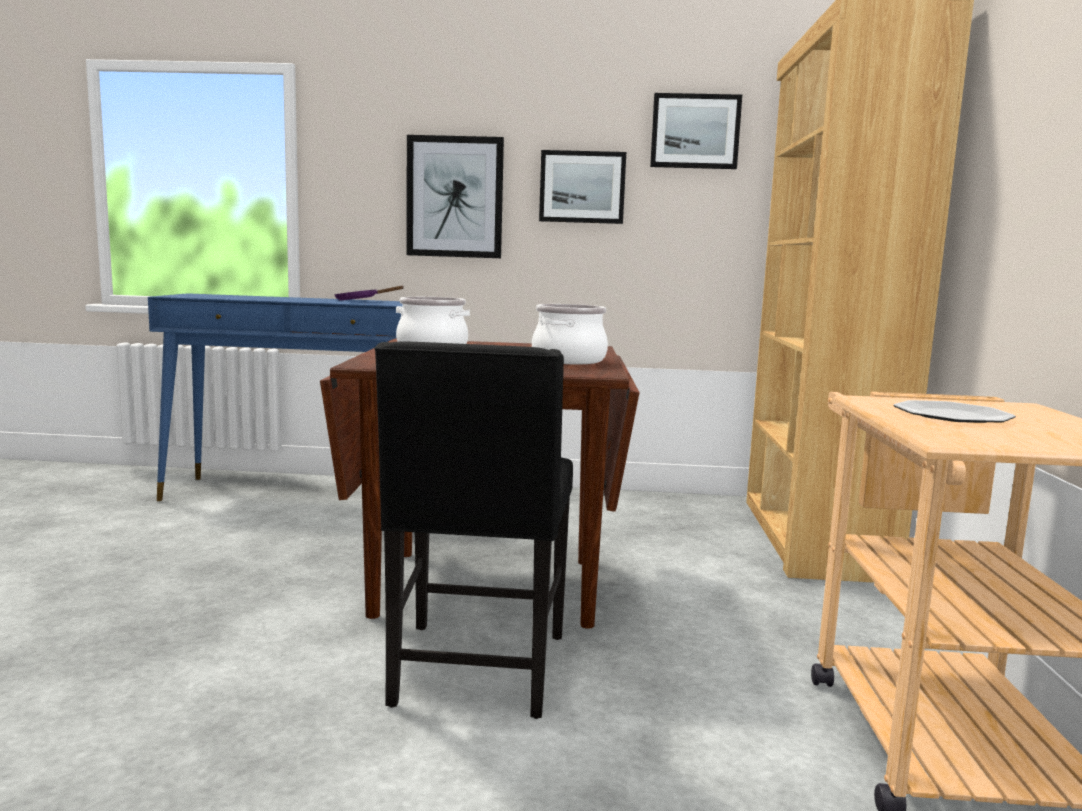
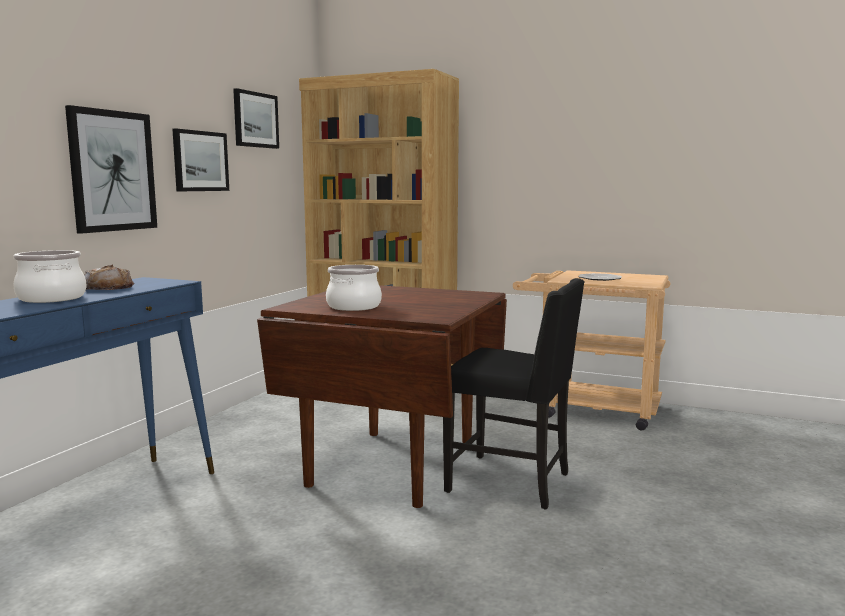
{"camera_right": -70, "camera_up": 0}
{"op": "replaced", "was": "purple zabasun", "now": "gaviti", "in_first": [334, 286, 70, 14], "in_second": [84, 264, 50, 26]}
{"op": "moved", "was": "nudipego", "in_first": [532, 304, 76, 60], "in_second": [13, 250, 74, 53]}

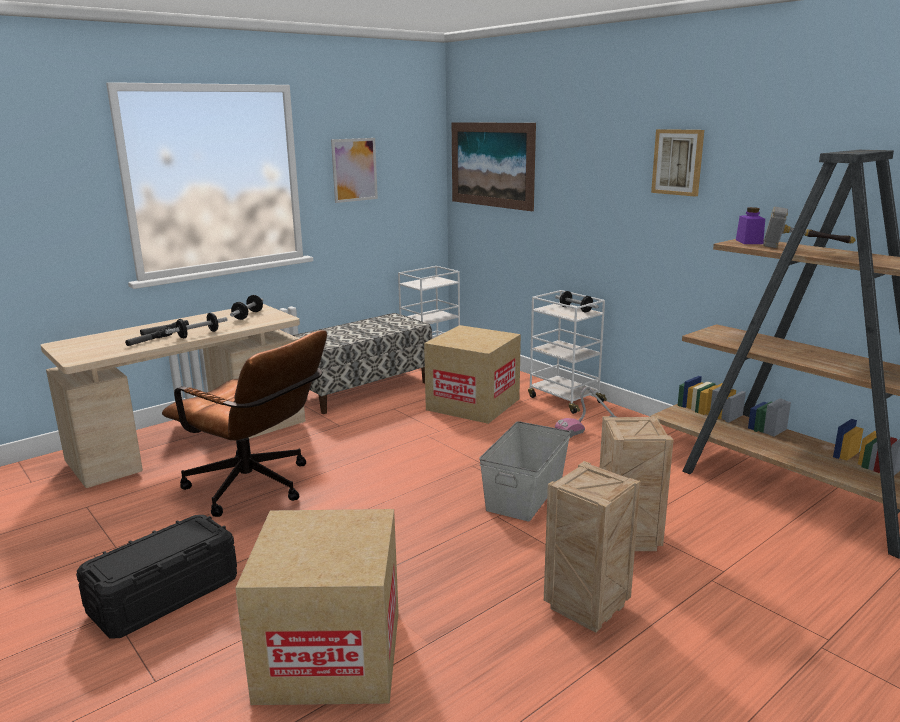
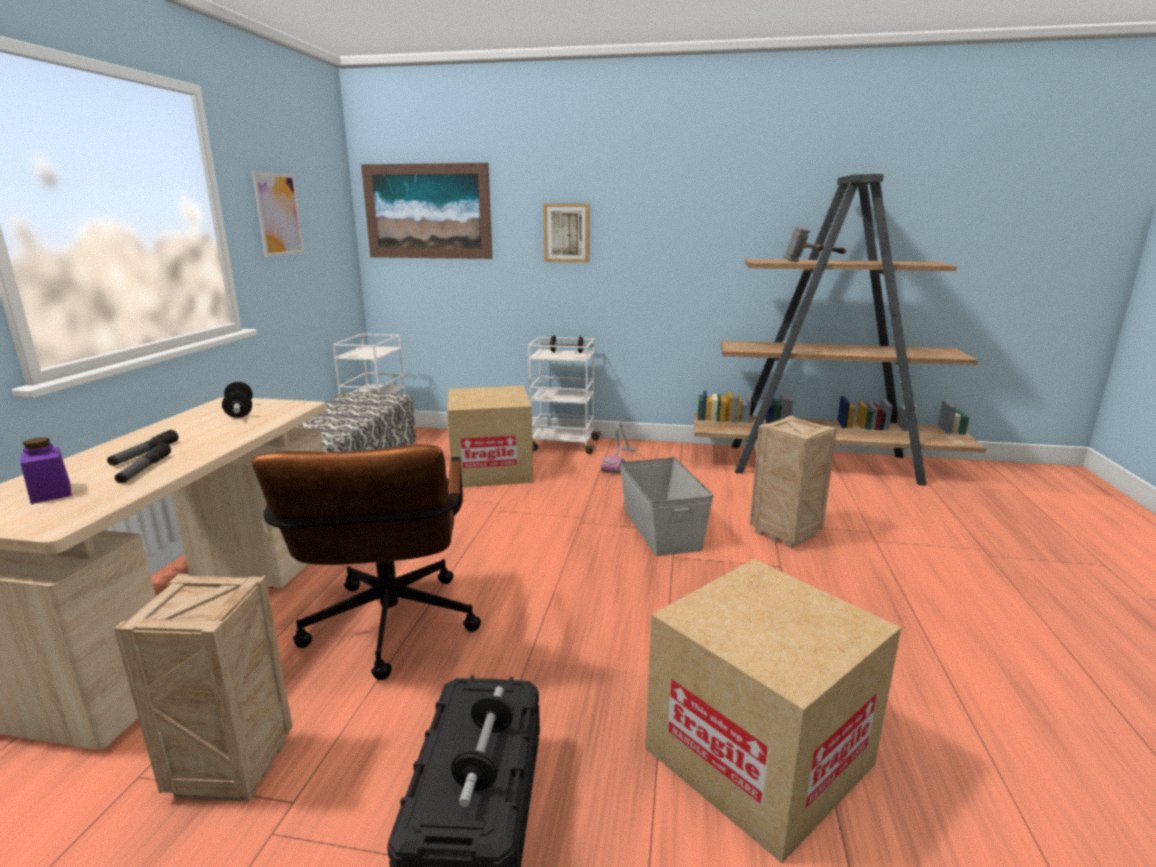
{"camera_right": -40, "camera_up": 0}
{"op": "turned", "was": "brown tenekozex", "in_first": [162, 330, 165, 187], "in_second": [252, 444, 229, 236], "clockwise": 90}
{"op": "moved", "was": "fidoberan", "in_first": [165, 313, 63, 25], "in_second": [451, 686, 62, 121]}
{"op": "moved", "was": "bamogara", "in_first": [544, 461, 97, 172], "in_second": [114, 574, 179, 228]}
{"op": "moved", "was": "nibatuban", "in_first": [651, 129, 53, 68], "in_second": [543, 204, 47, 58]}
{"op": "moved", "was": "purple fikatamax", "in_first": [736, 207, 29, 37], "in_second": [21, 437, 51, 67]}

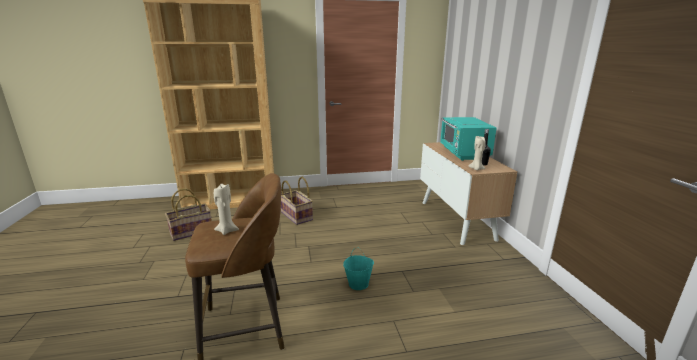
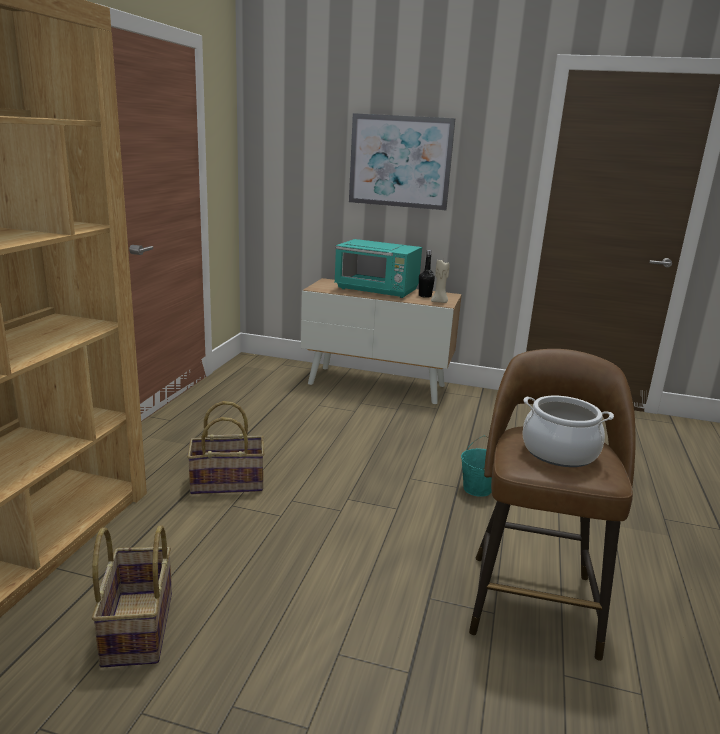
{"camera_right": -65, "camera_up": 0}
{"op": "replaced", "was": "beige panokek", "now": "nudipego", "in_first": [214, 183, 25, 52], "in_second": [522, 396, 92, 71]}
{"op": "added", "now": "nibatuban", "in_second": [349, 113, 106, 97]}

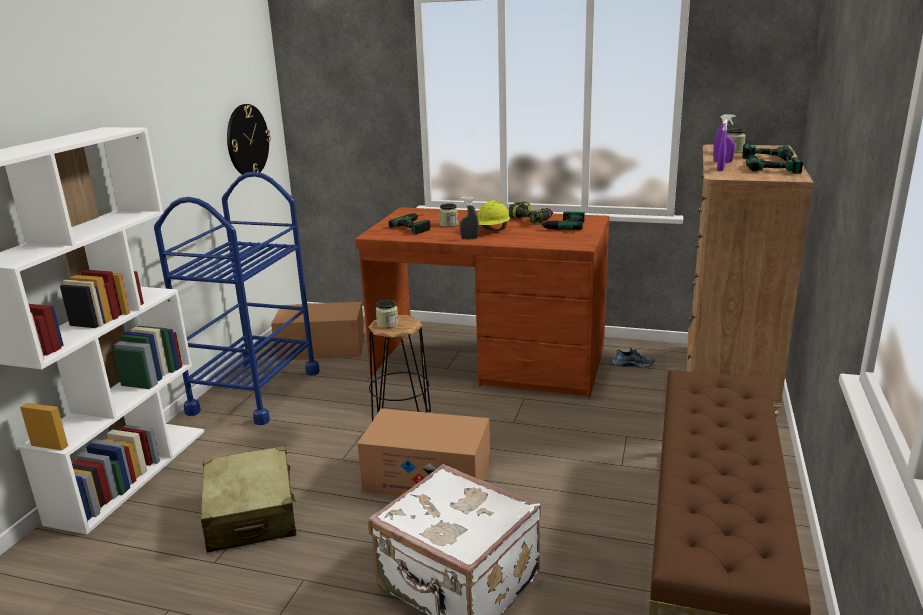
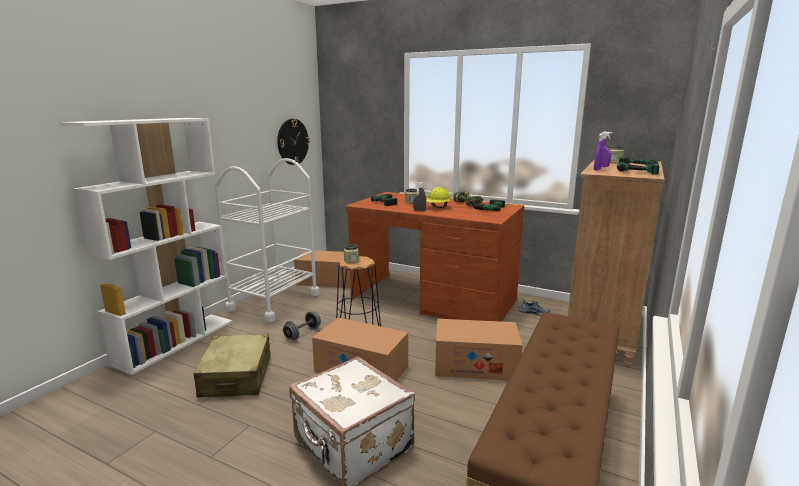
{"camera_right": 10, "camera_up": -5}
{"op": "recoloured", "was": "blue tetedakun", "now": "white tetedakun", "in_first": [154, 172, 166, 253], "in_second": [214, 158, 106, 164]}
{"op": "added", "now": "grey fidoberan", "in_second": [283, 312, 38, 28]}
{"op": "added", "now": "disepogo", "in_second": [435, 319, 88, 61]}

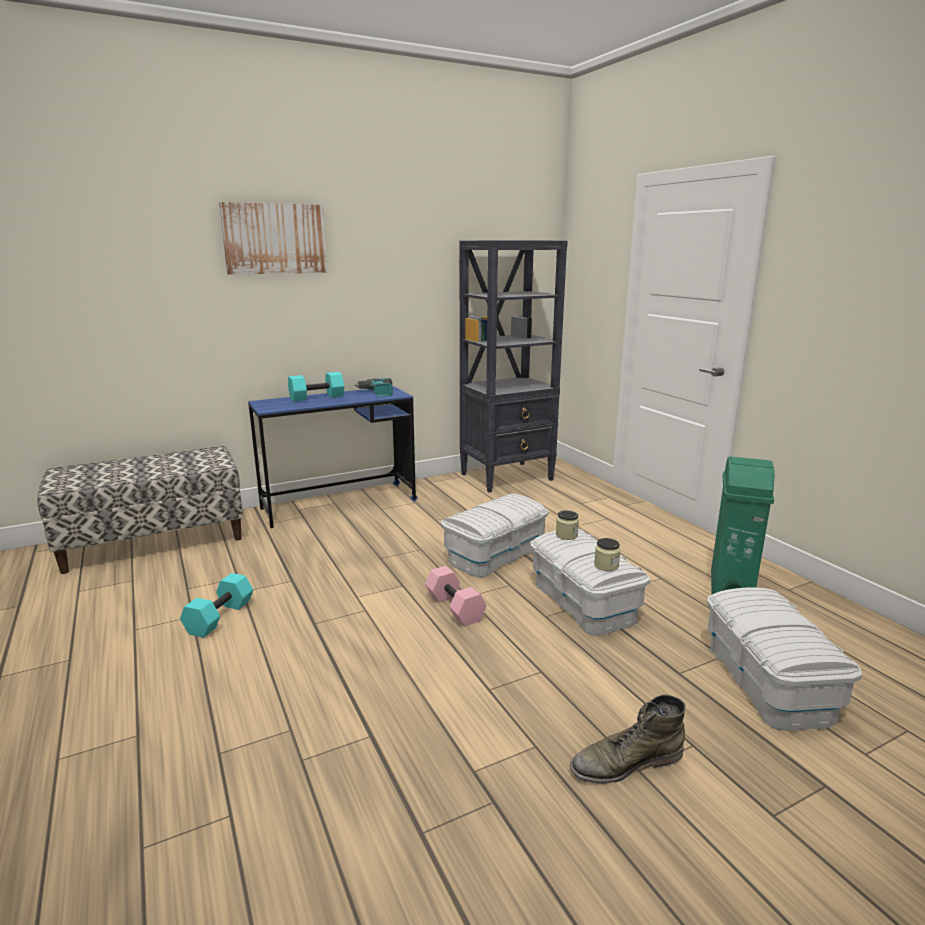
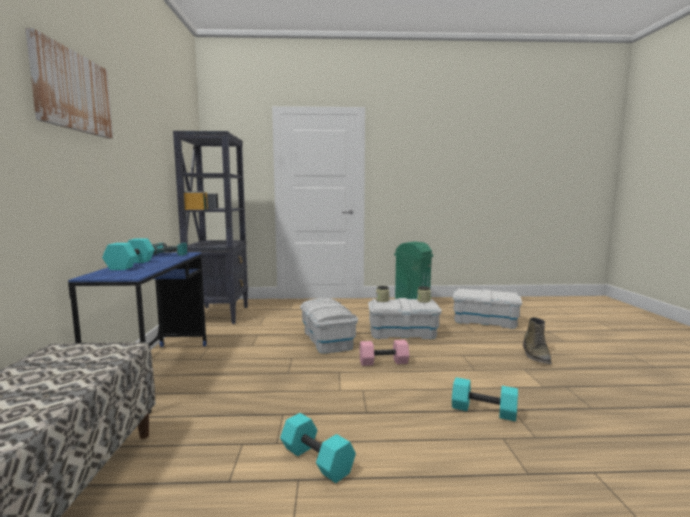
{"camera_right": -65, "camera_up": -10}
{"op": "added", "now": "turquoise fidoberan", "in_second": [452, 377, 66, 45]}

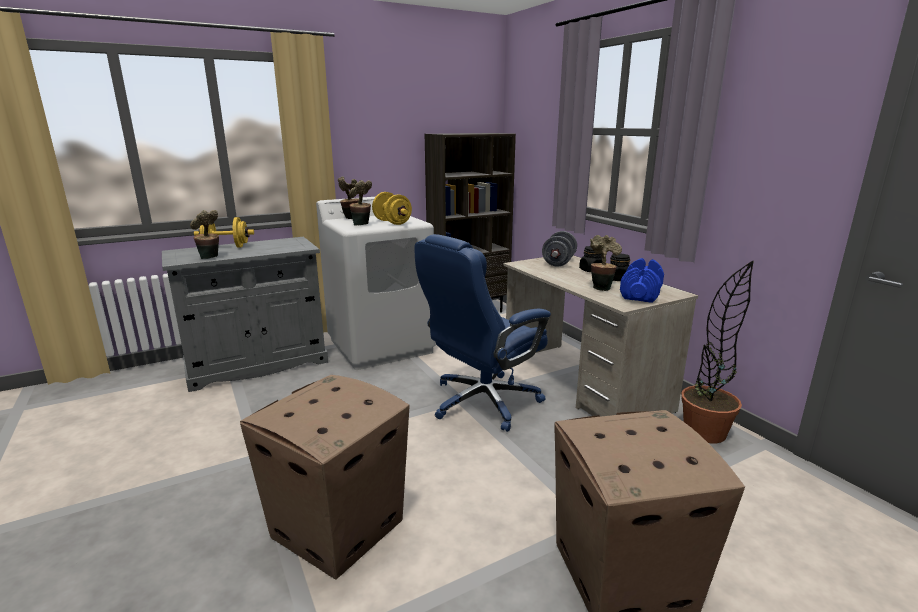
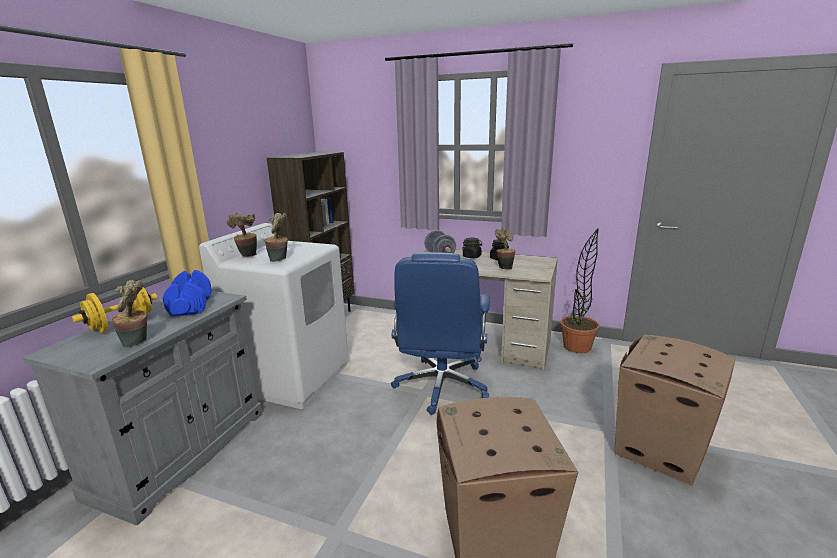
{"camera_right": -40, "camera_up": 0}
{"op": "removed", "was": "yellow fidoberan", "in_first": [372, 192, 40, 33]}
{"op": "moved", "was": "blue fidoberan", "in_first": [620, 258, 44, 45], "in_second": [163, 270, 49, 47]}

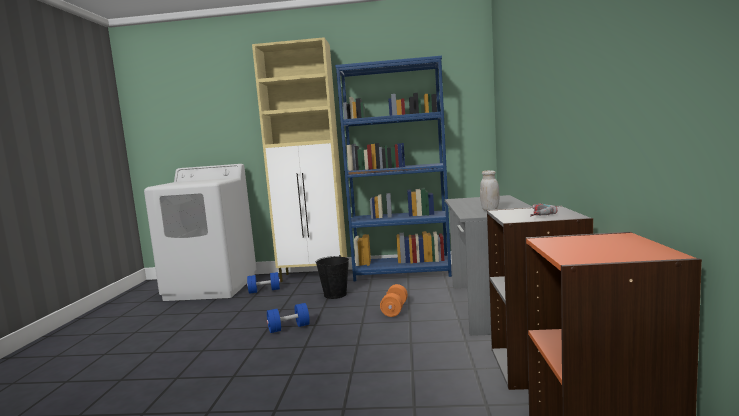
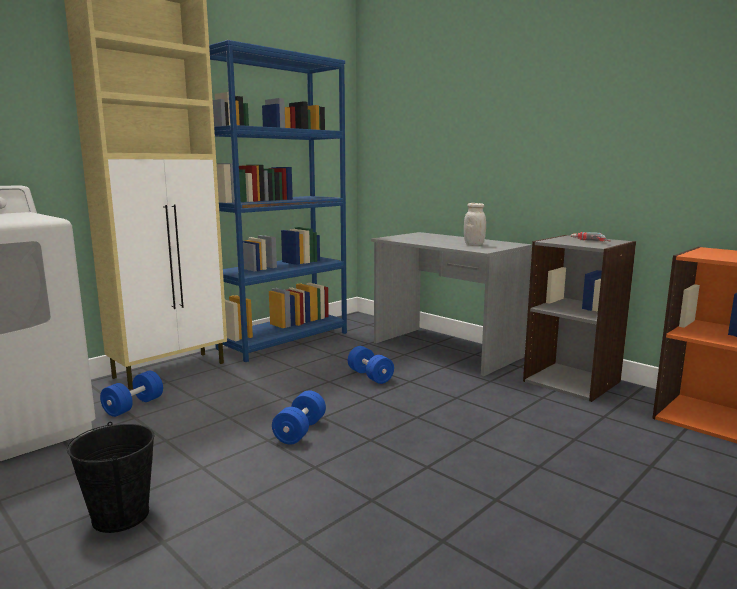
{"camera_right": -50, "camera_up": 5}
{"op": "moved", "was": "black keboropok", "in_first": [316, 255, 33, 44], "in_second": [67, 422, 87, 111]}
{"op": "recoloured", "was": "orange fidoberan", "now": "blue fidoberan", "in_first": [380, 284, 28, 33], "in_second": [348, 346, 46, 38]}

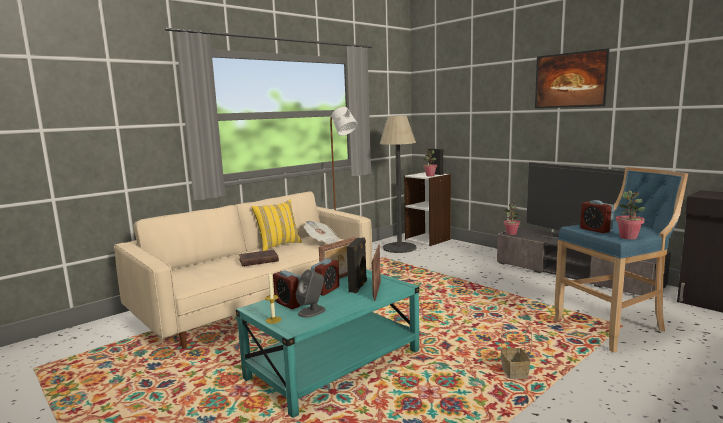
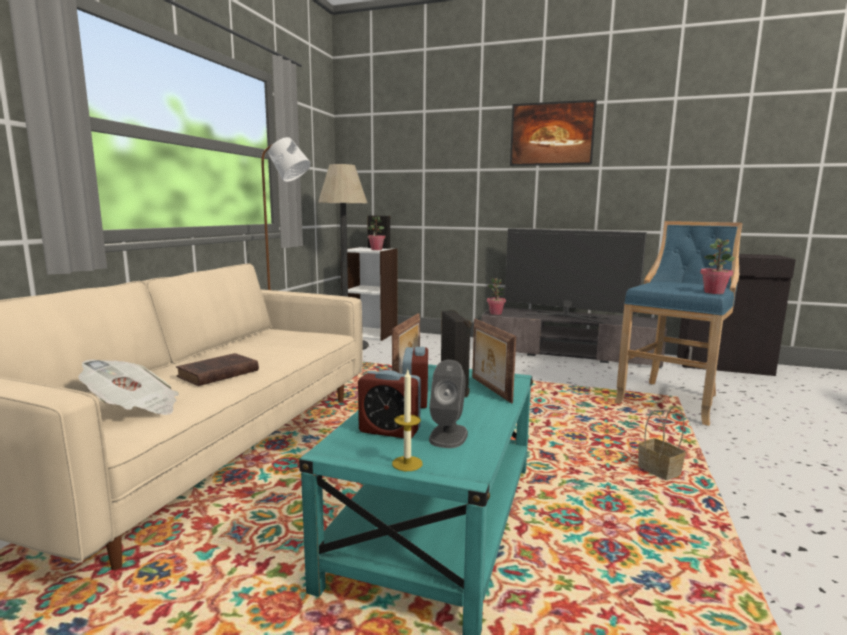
{"camera_right": -30, "camera_up": 0}
{"op": "removed", "was": "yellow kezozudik", "in_first": [251, 199, 51, 52]}
{"op": "moved", "was": "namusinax", "in_first": [304, 221, 36, 23], "in_second": [78, 359, 101, 56]}
{"op": "removed", "was": "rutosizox", "in_first": [580, 200, 34, 33]}

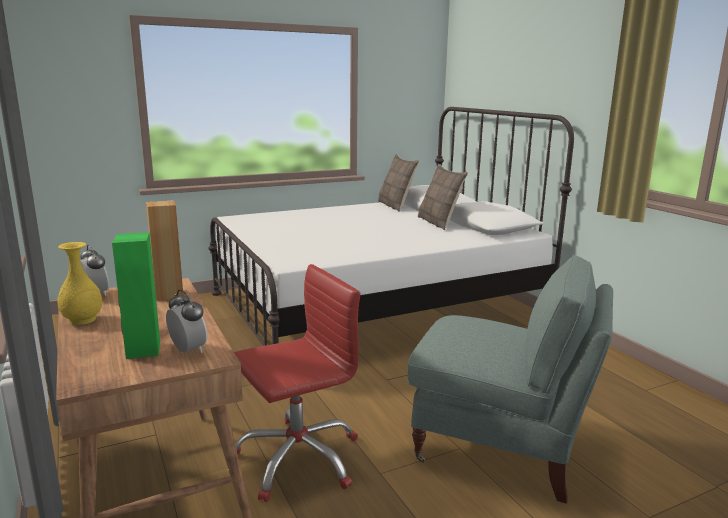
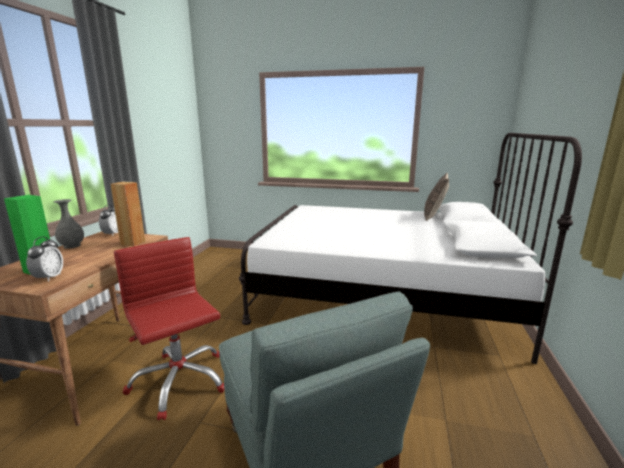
{"camera_right": 40, "camera_up": 0}
{"op": "recoloured", "was": "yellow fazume", "now": "grey fazume", "in_first": [57, 242, 45, 83], "in_second": [54, 199, 30, 50]}
{"op": "turned", "was": "red tenekozex", "in_first": [234, 264, 127, 238], "in_second": [114, 237, 110, 183], "clockwise": -135}
{"op": "removed", "was": "kezozudik", "in_first": [418, 164, 50, 66]}

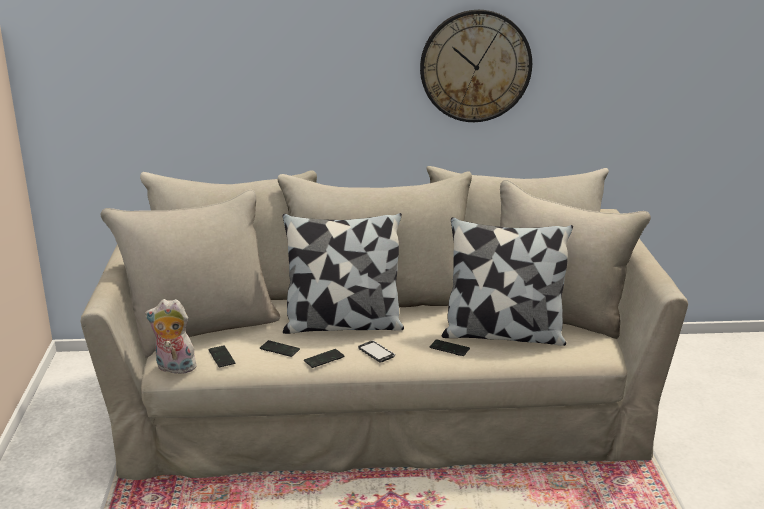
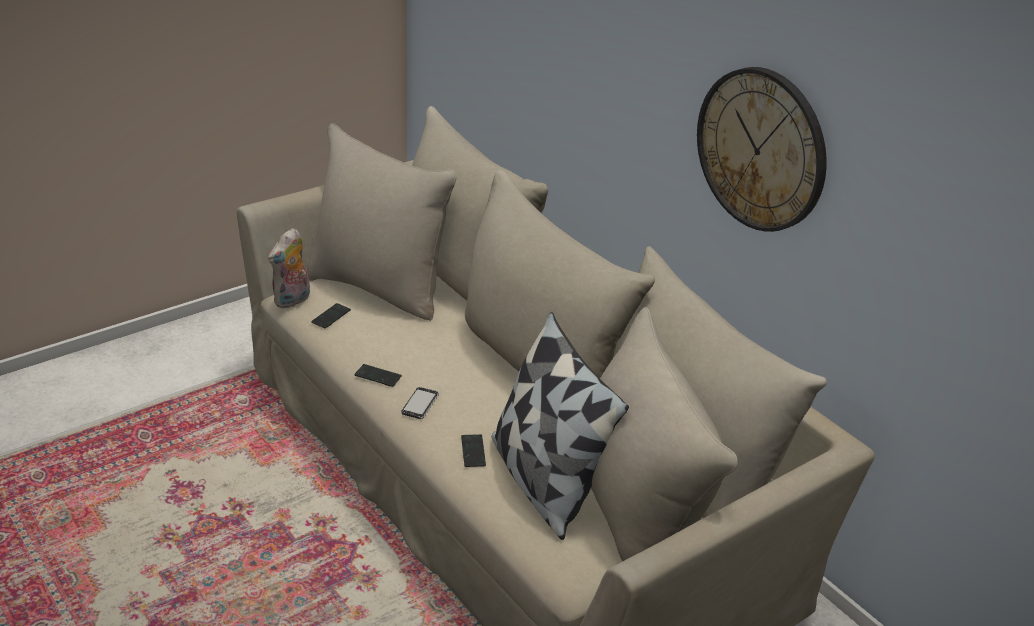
{"camera_right": 55, "camera_up": 10}
{"op": "turned", "was": "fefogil", "in_first": [145, 299, 54, 75], "in_second": [268, 228, 42, 80], "clockwise": -120}
{"op": "removed", "was": "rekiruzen", "in_first": [260, 340, 40, 17]}
{"op": "removed", "was": "kezozudik", "in_first": [283, 213, 121, 121]}

